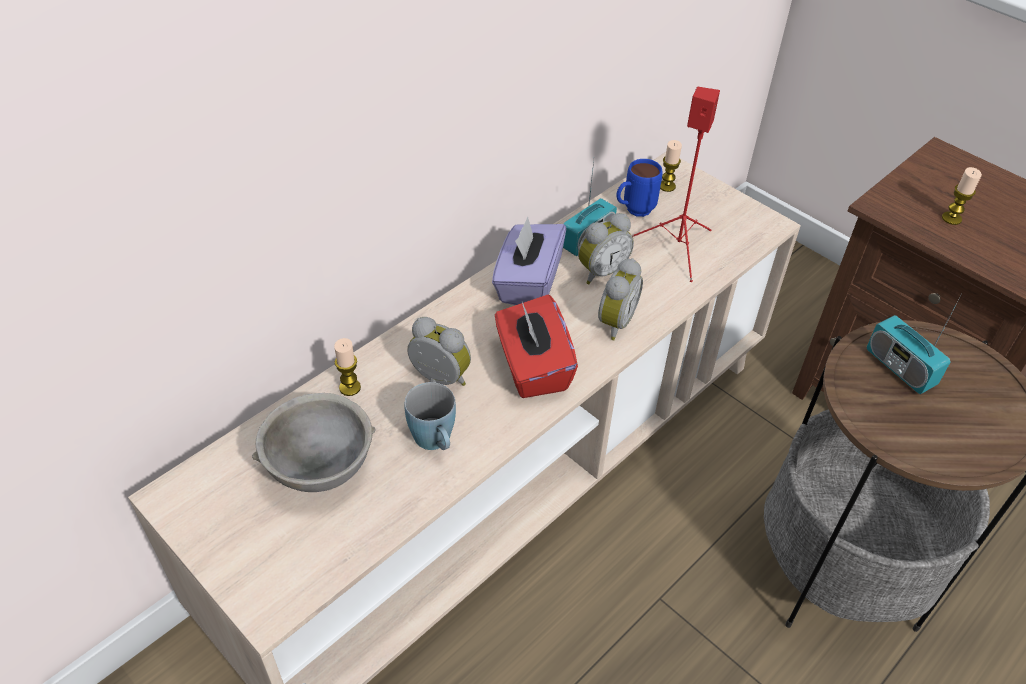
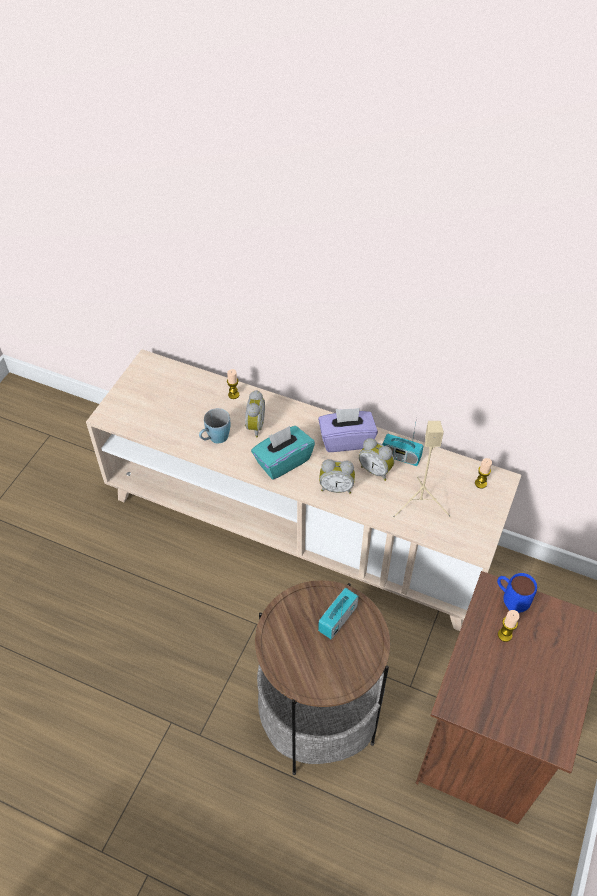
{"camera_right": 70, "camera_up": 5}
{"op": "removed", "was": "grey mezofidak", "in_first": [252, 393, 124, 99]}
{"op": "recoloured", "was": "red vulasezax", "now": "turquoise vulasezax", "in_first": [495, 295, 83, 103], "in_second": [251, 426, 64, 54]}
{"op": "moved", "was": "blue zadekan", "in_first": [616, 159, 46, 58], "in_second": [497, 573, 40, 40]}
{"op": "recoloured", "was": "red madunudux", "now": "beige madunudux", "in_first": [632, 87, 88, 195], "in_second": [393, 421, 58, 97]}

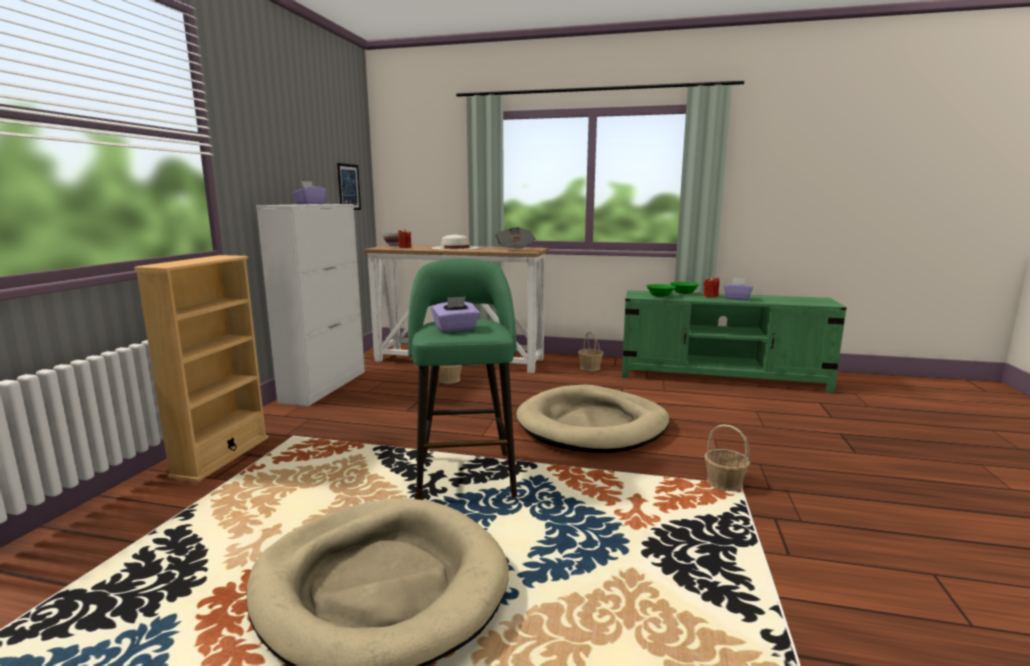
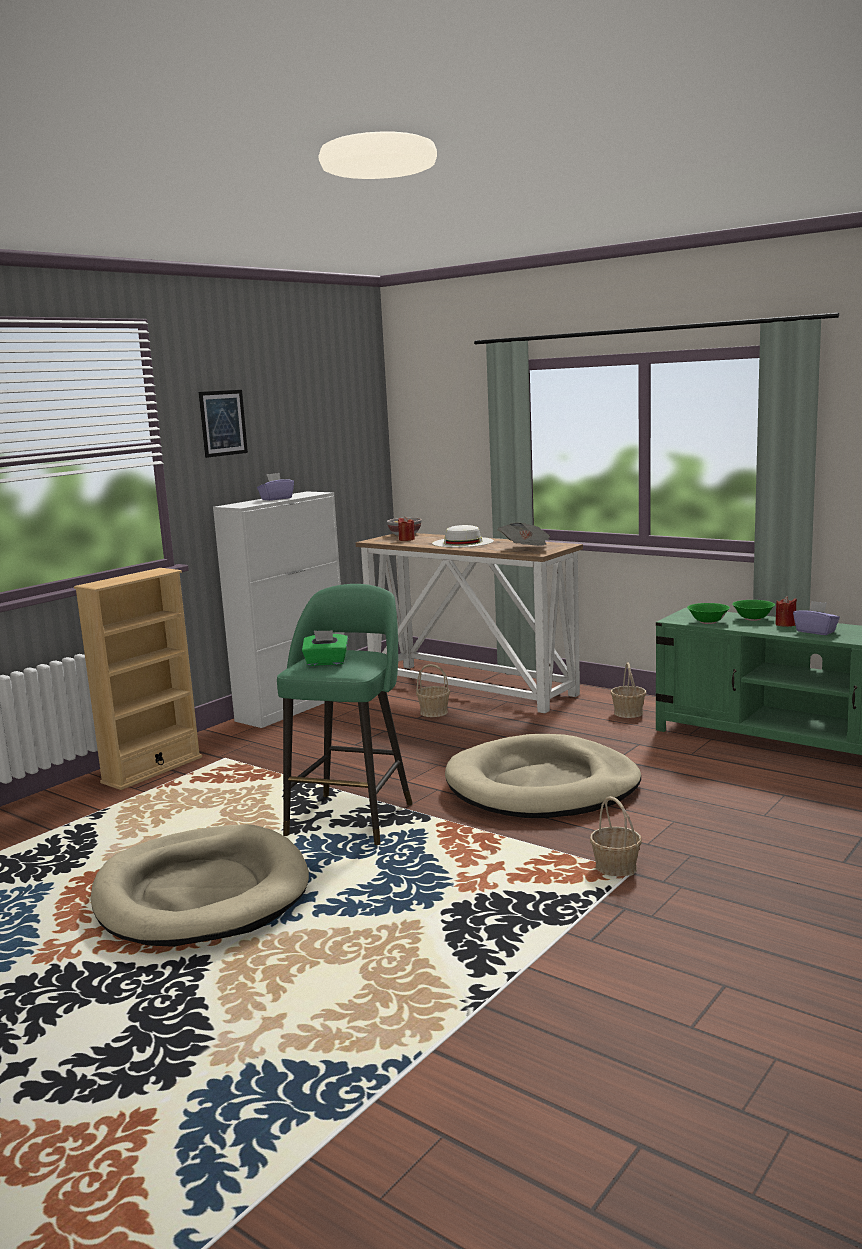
{"camera_right": 25, "camera_up": 0}
{"op": "moved", "was": "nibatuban", "in_first": [337, 163, 24, 47], "in_second": [199, 390, 49, 68]}
{"op": "recoloured", "was": "purple vulasezax", "now": "green vulasezax", "in_first": [431, 296, 49, 36], "in_second": [302, 630, 46, 36]}

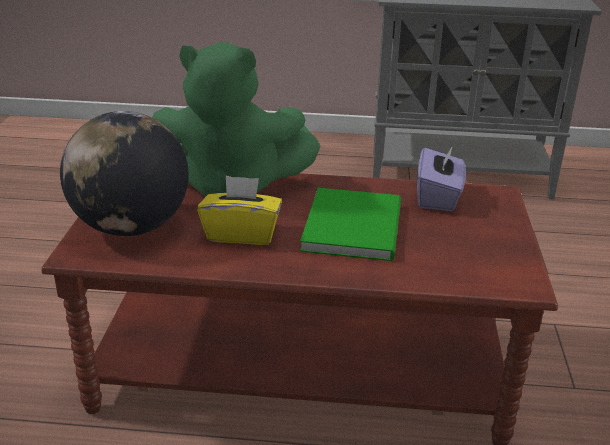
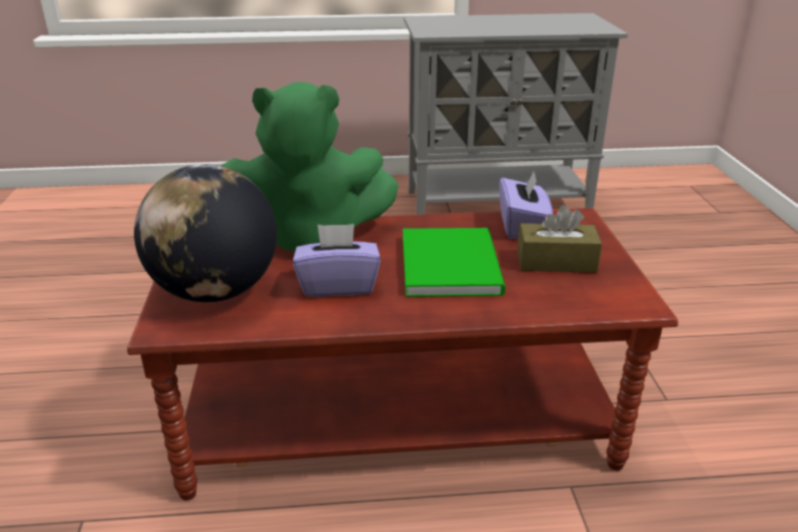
{"camera_right": -10, "camera_up": 0}
{"op": "recoloured", "was": "yellow vulasezax", "now": "purple vulasezax", "in_first": [197, 176, 85, 69], "in_second": [293, 224, 88, 73]}
{"op": "added", "now": "brown vulasezax", "in_second": [517, 205, 85, 68]}

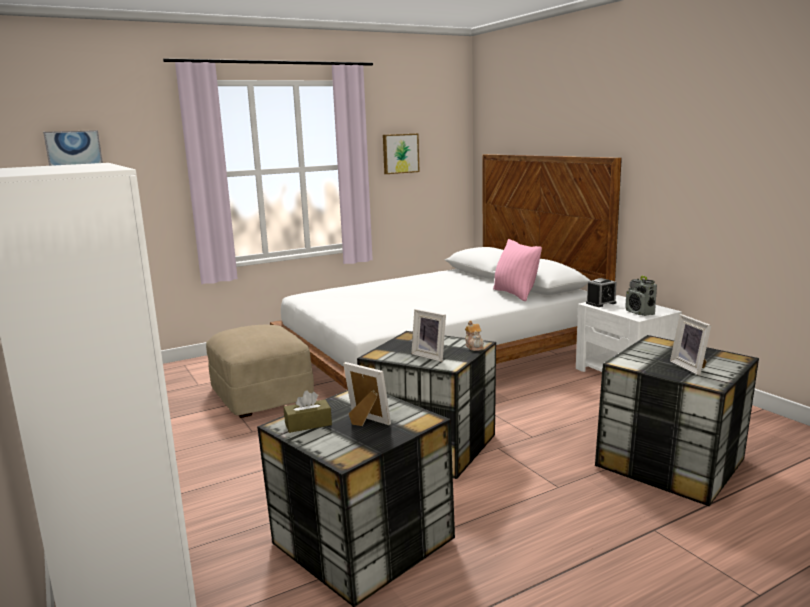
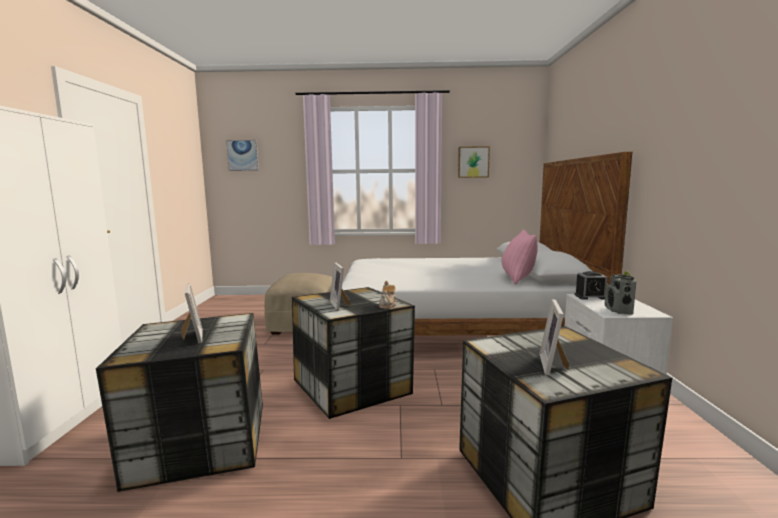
{"camera_right": 30, "camera_up": -5}
{"op": "removed", "was": "brown vulasezax", "in_first": [284, 390, 48, 43]}

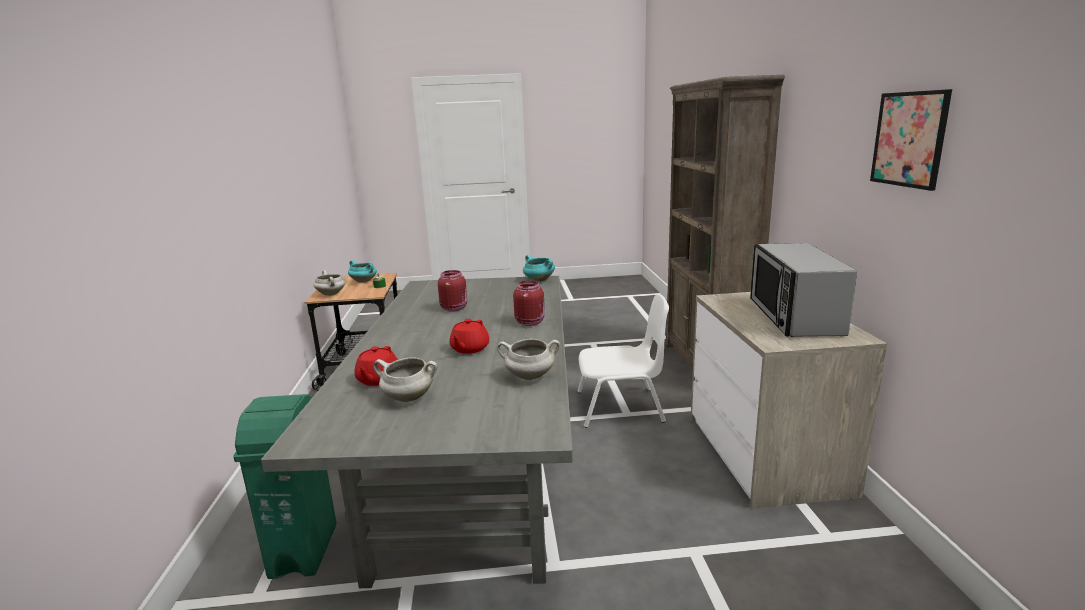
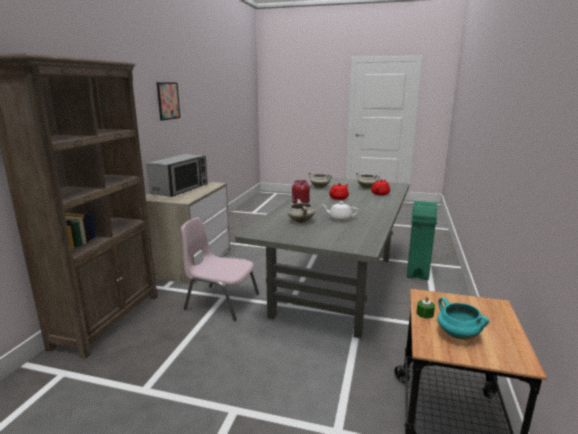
{"camera_right": -160, "camera_up": 0}
{"op": "moved", "was": "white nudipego", "in_first": [314, 270, 31, 26], "in_second": [288, 199, 27, 24]}
{"op": "replaced", "was": "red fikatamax", "now": "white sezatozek", "in_first": [438, 270, 29, 41], "in_second": [322, 202, 37, 19]}
{"op": "removed", "was": "turquoise nudipego", "in_first": [523, 255, 32, 27]}
{"op": "recoloured", "was": "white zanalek", "now": "pink zanalek", "in_first": [577, 294, 92, 134], "in_second": [181, 218, 78, 103]}

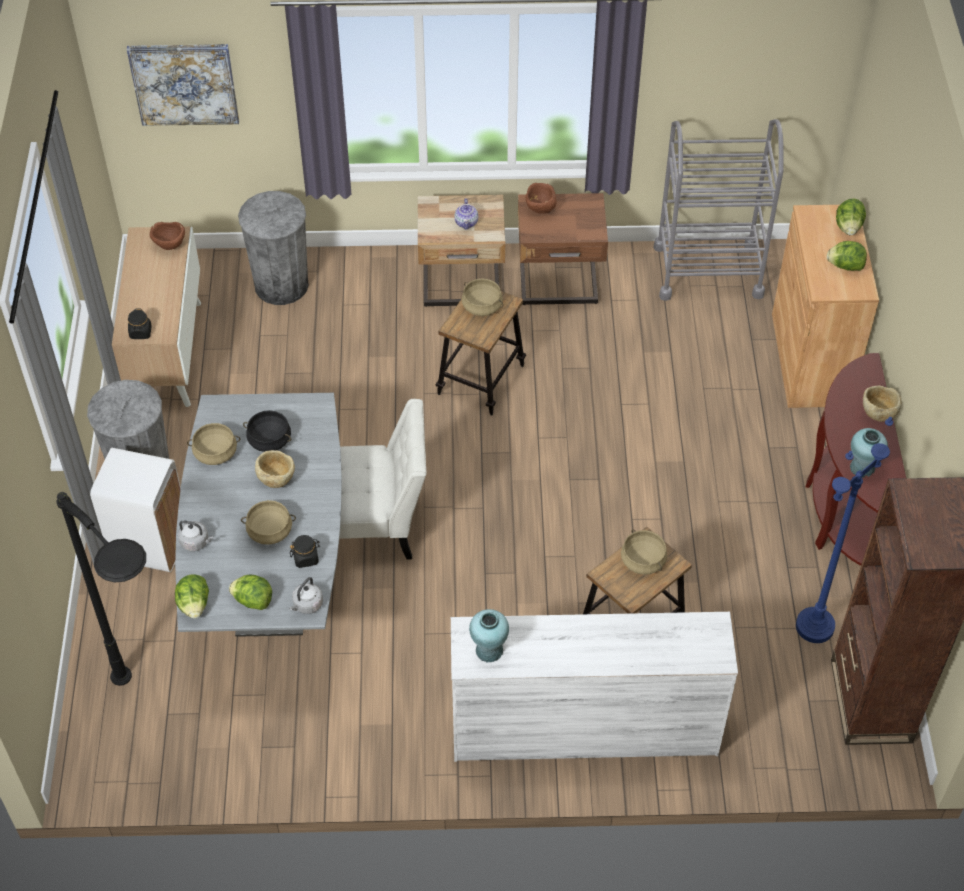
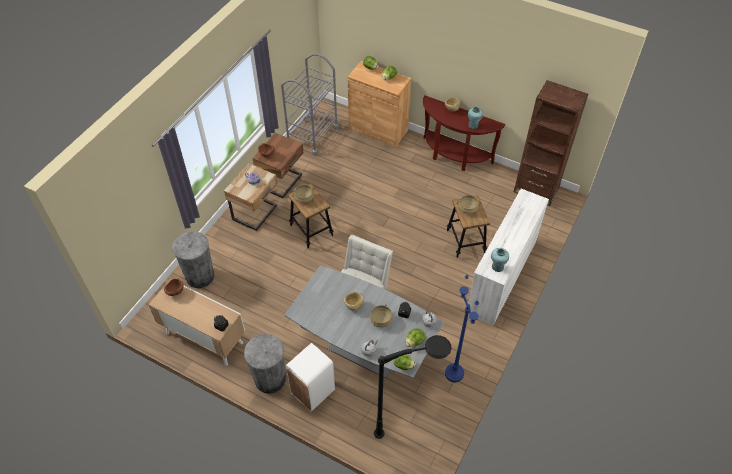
{"camera_right": -60, "camera_up": 0}
{"op": "removed", "was": "nibatuban", "in_first": [127, 44, 112, 82]}
{"op": "removed", "was": "beige nudipego", "in_first": [187, 423, 53, 42]}
{"op": "removed", "was": "black nudipego", "in_first": [243, 410, 48, 42]}
{"op": "moved", "was": "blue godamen", "in_first": [796, 417, 97, 226], "in_second": [445, 275, 34, 107]}

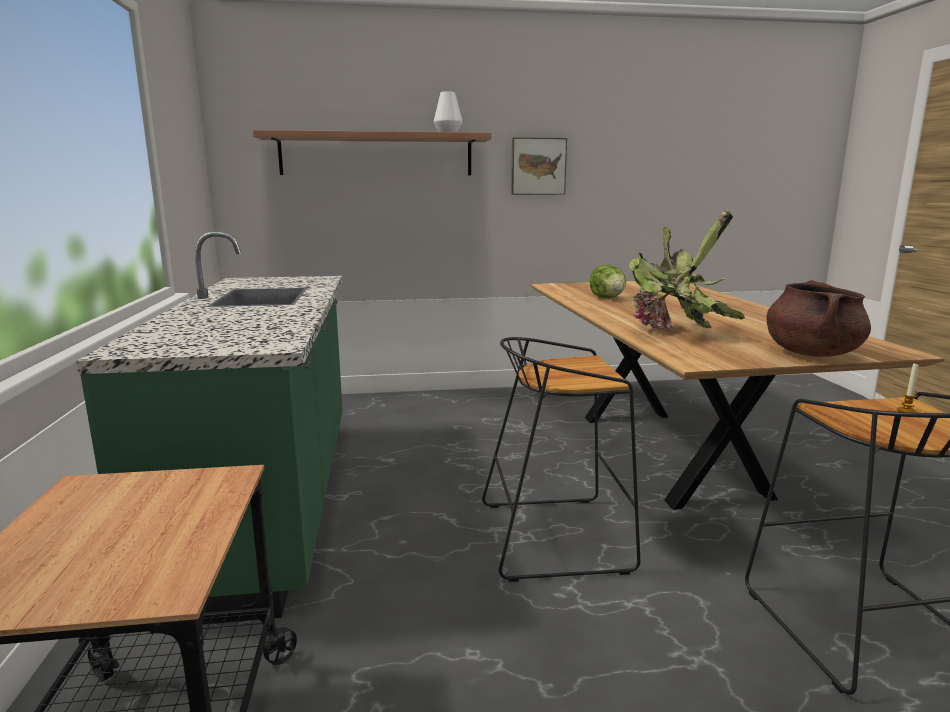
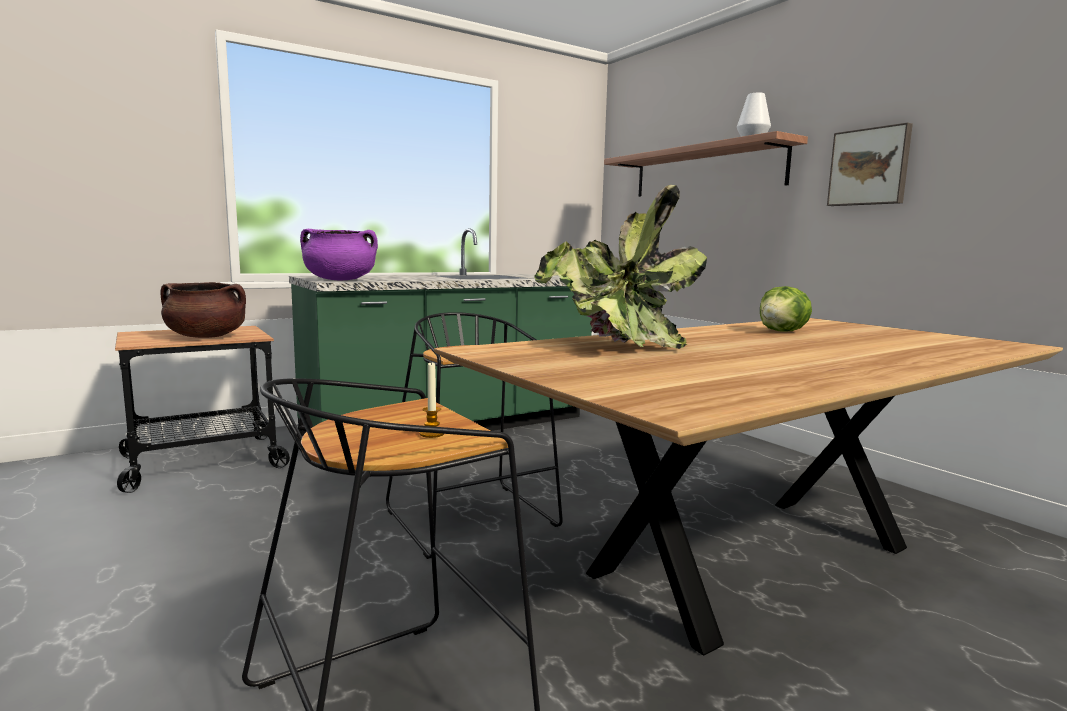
{"camera_right": 65, "camera_up": -5}
{"op": "moved", "was": "brown nudipego", "in_first": [766, 280, 105, 77], "in_second": [160, 282, 86, 56]}
{"op": "added", "now": "purple nudipego", "in_second": [300, 229, 78, 51]}

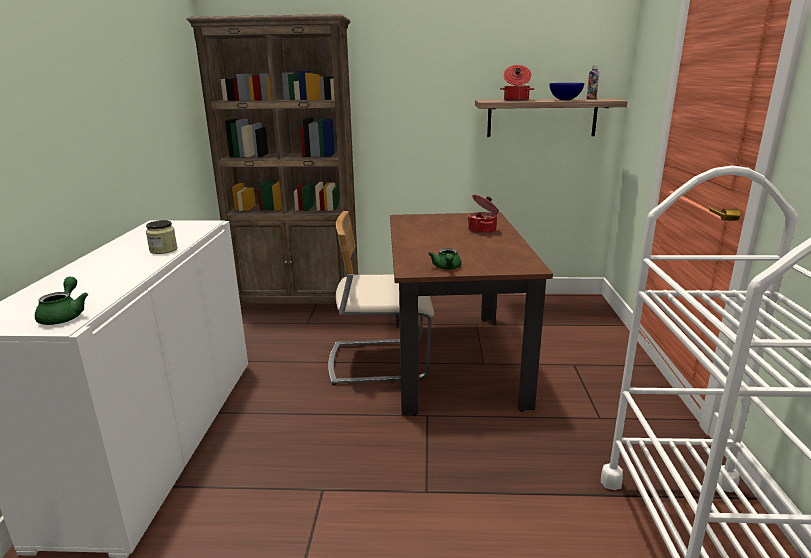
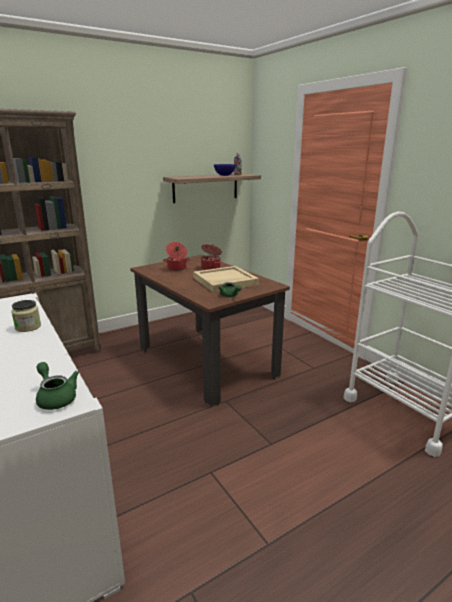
{"camera_right": -35, "camera_up": 0}
{"op": "removed", "was": "beige zanalek", "in_first": [328, 211, 106, 174]}
{"op": "moved", "was": "nudipego", "in_first": [500, 65, 34, 36], "in_second": [163, 242, 28, 29]}
{"op": "added", "now": "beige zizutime", "in_second": [193, 266, 66, 27]}

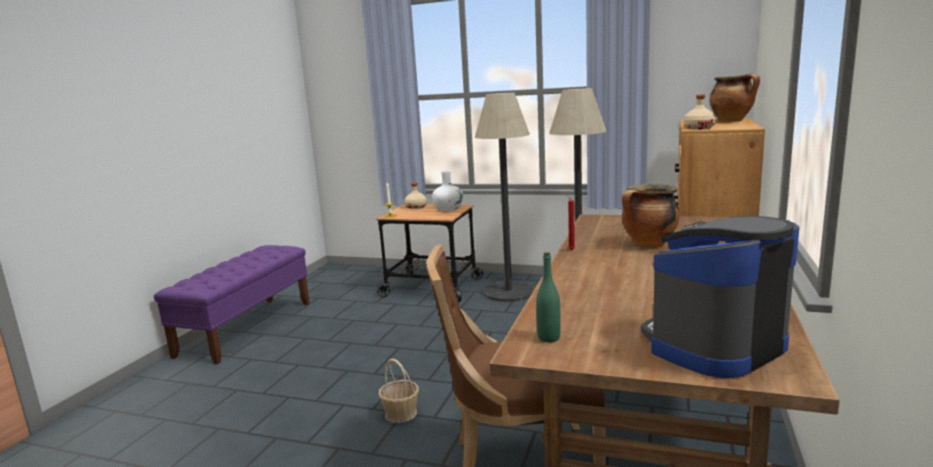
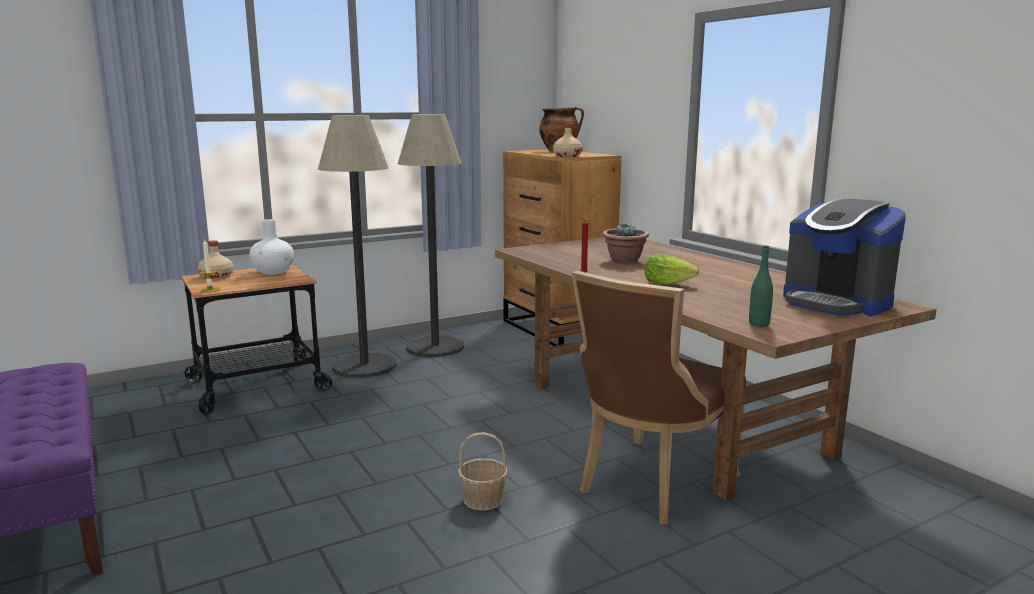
{"camera_right": -50, "camera_up": 0}
{"op": "replaced", "was": "nudipego", "now": "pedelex", "in_first": [622, 184, 58, 64], "in_second": [602, 223, 47, 40]}
{"op": "turned", "was": "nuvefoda", "in_first": [641, 216, 158, 162], "in_second": [783, 198, 123, 118], "clockwise": -45}
{"op": "added", "now": "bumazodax", "in_second": [645, 254, 54, 30]}

